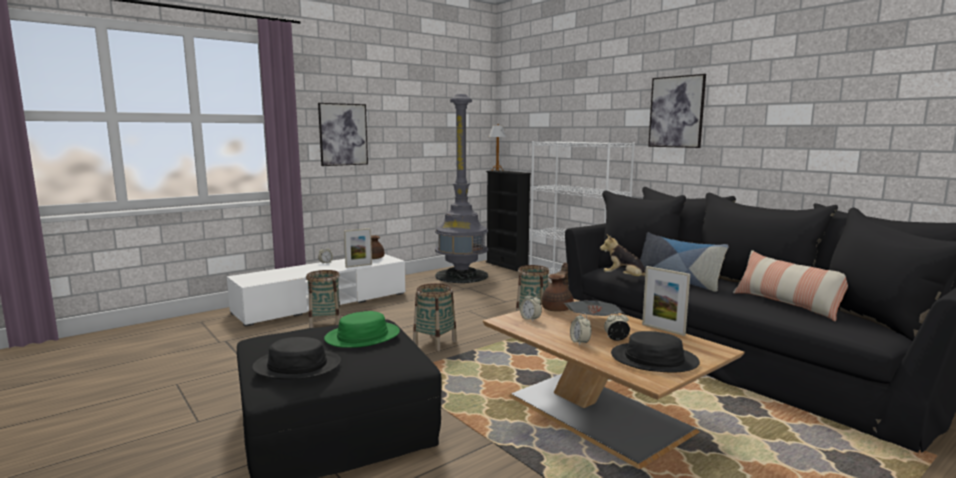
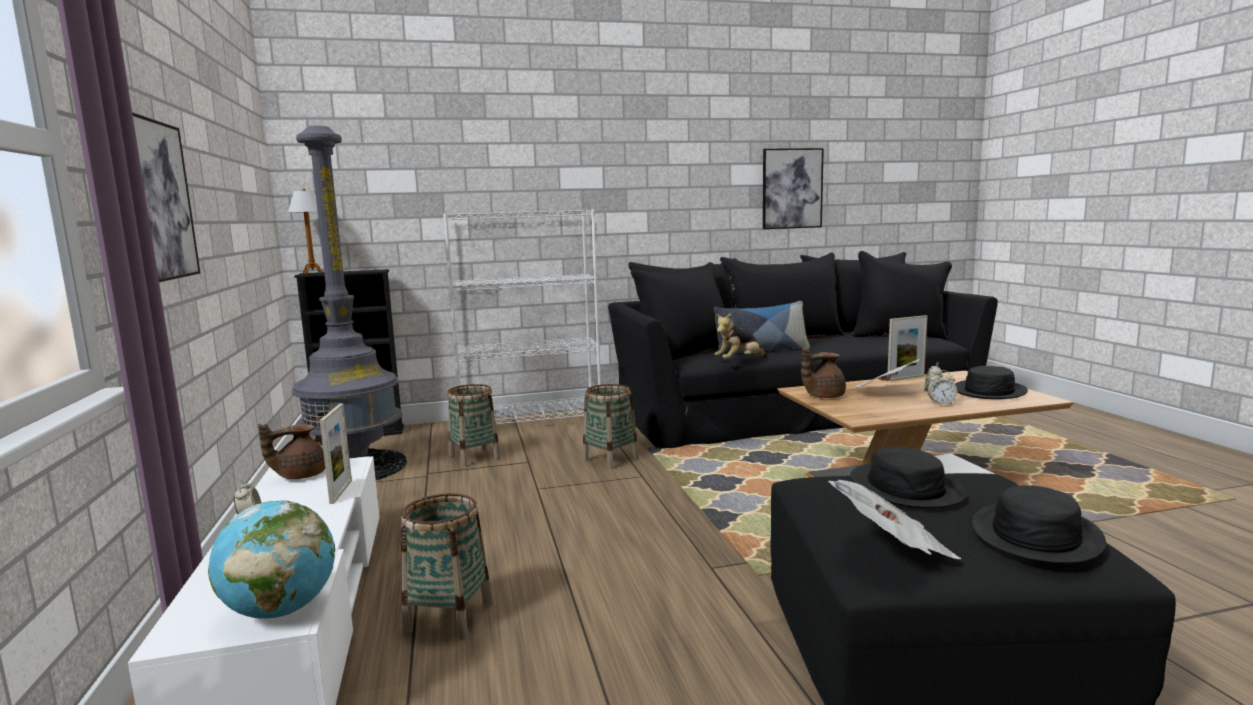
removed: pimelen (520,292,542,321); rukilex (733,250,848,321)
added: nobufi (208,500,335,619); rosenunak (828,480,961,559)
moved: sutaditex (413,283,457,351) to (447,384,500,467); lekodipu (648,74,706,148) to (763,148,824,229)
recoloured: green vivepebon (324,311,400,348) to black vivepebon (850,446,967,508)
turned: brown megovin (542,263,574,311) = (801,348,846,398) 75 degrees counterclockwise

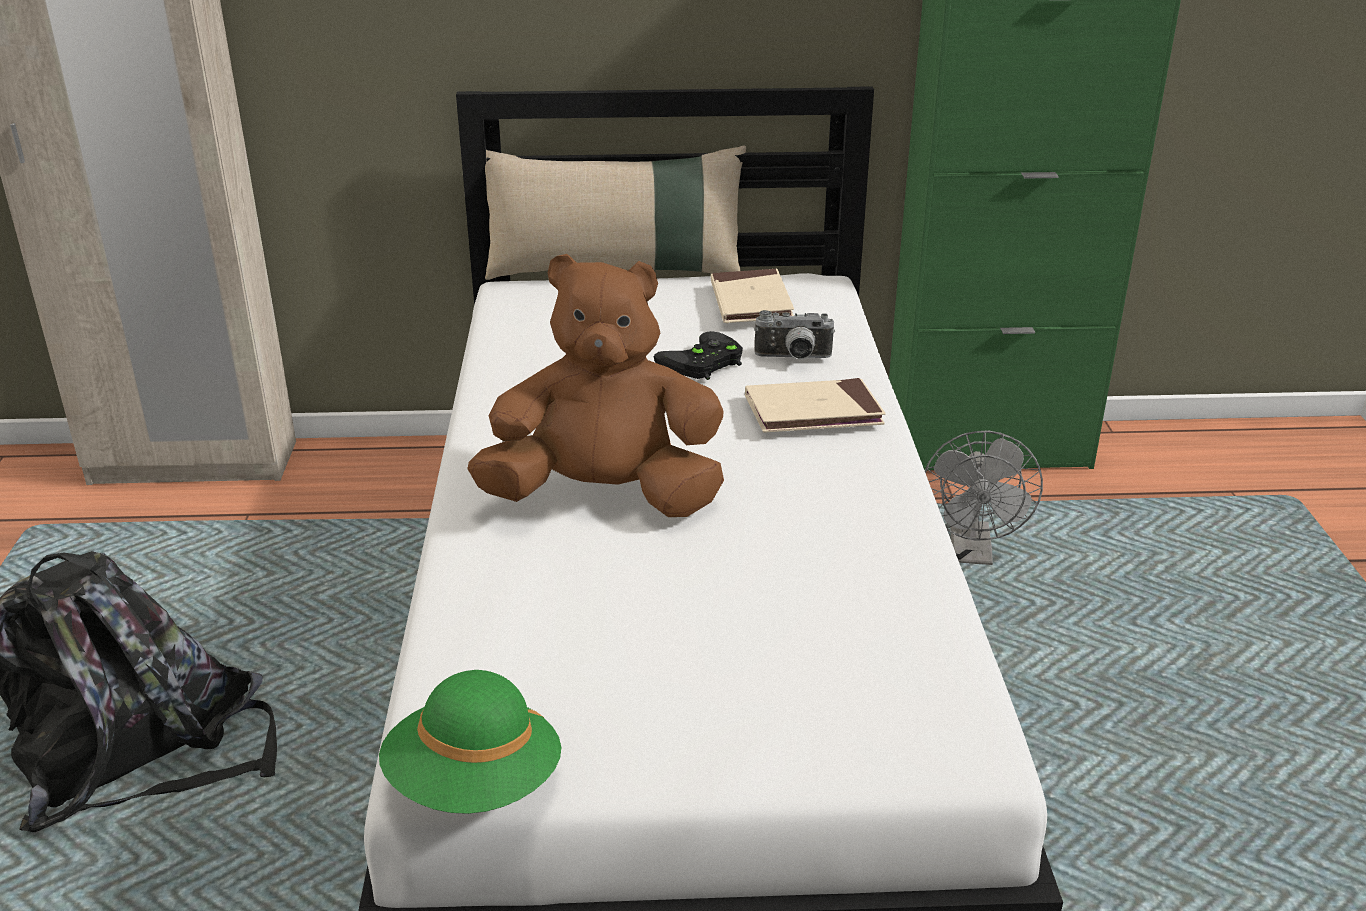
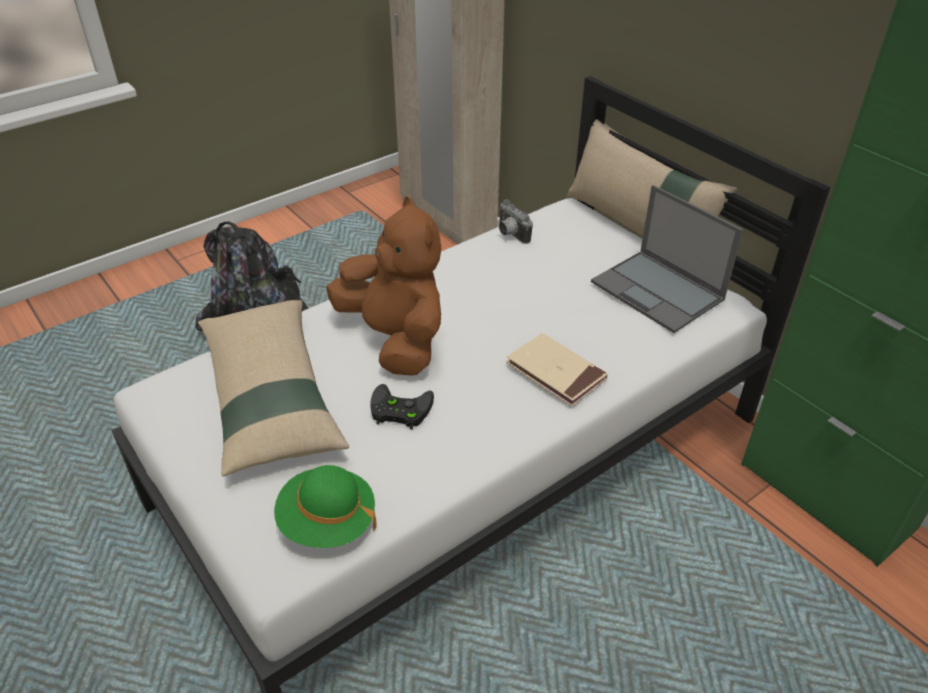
removed: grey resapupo (925,430,1043,565)
added: beige rukilex (198,300,349,477)
moved: green vivepebon (379,670,562,814) to (274,465,377,548); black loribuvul (654,331,743,380) to (370,384,434,430); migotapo (754,310,835,359) to (499,200,533,244)
replaced: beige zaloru (711,269,794,323) to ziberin (591,185,743,333)

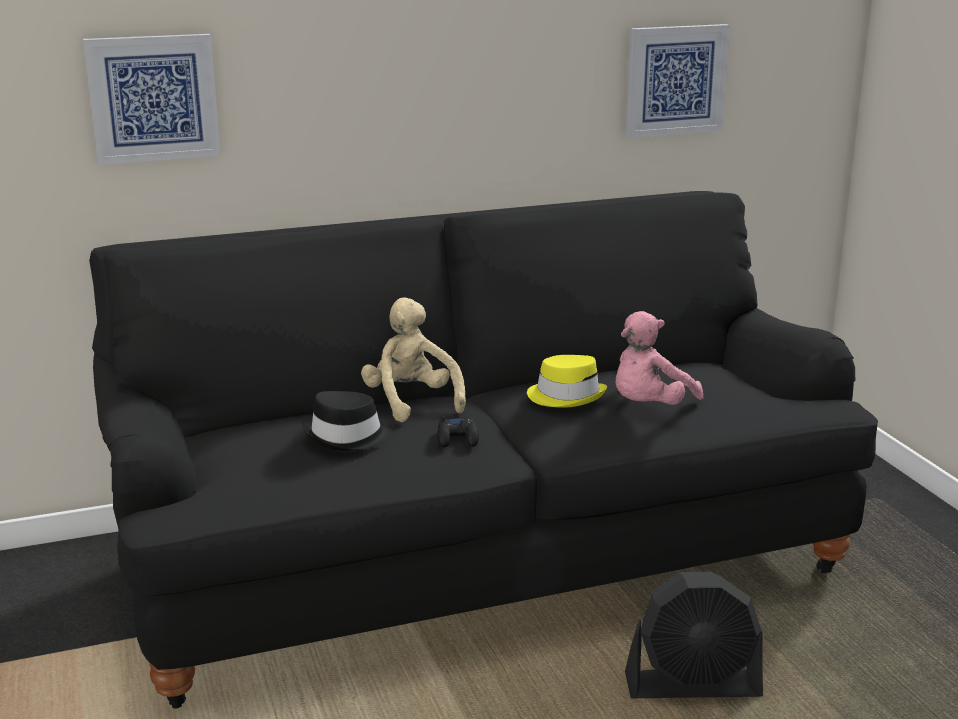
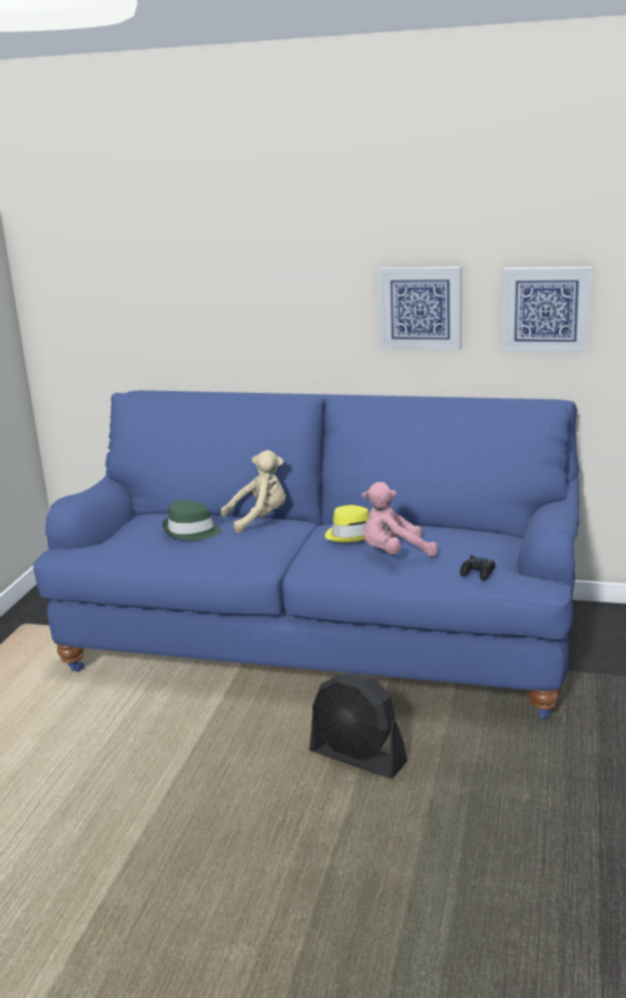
moved: lekodipu (83,34,221,165) to (378,267,462,350); black loribuvul (437,417,479,447) to (460,555,495,580)
recoloured: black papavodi (89,191,878,709) to blue papavodi (33,390,579,719); black vivepebon (302,391,392,451) to green vivepebon (162,500,221,541)
turned: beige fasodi (361,298,466,423) = (221,450,286,533) 60 degrees clockwise

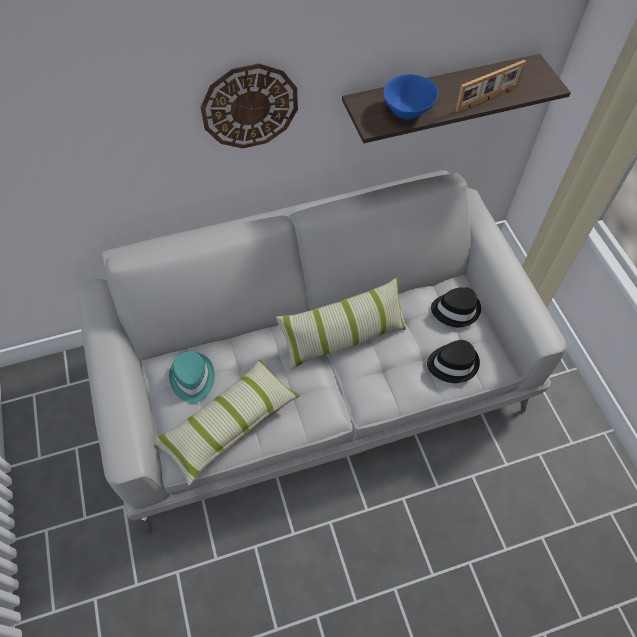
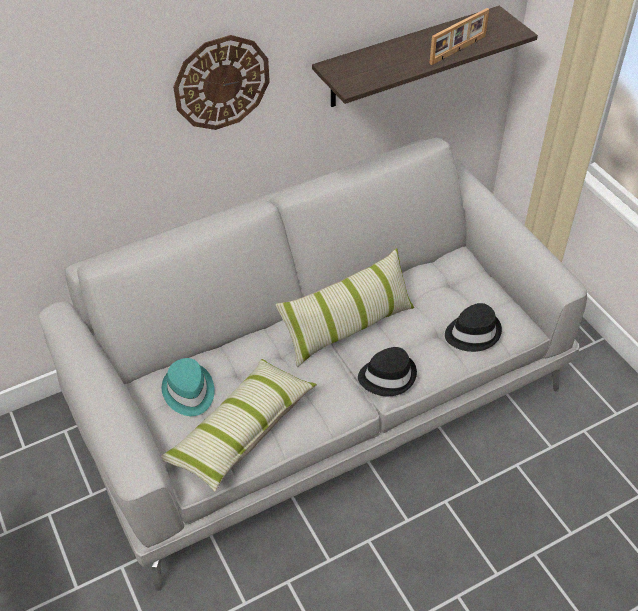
removed: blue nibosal (383,74,438,120)
moved: black vivepebon (431,287,481,327) to (358,347,417,396)

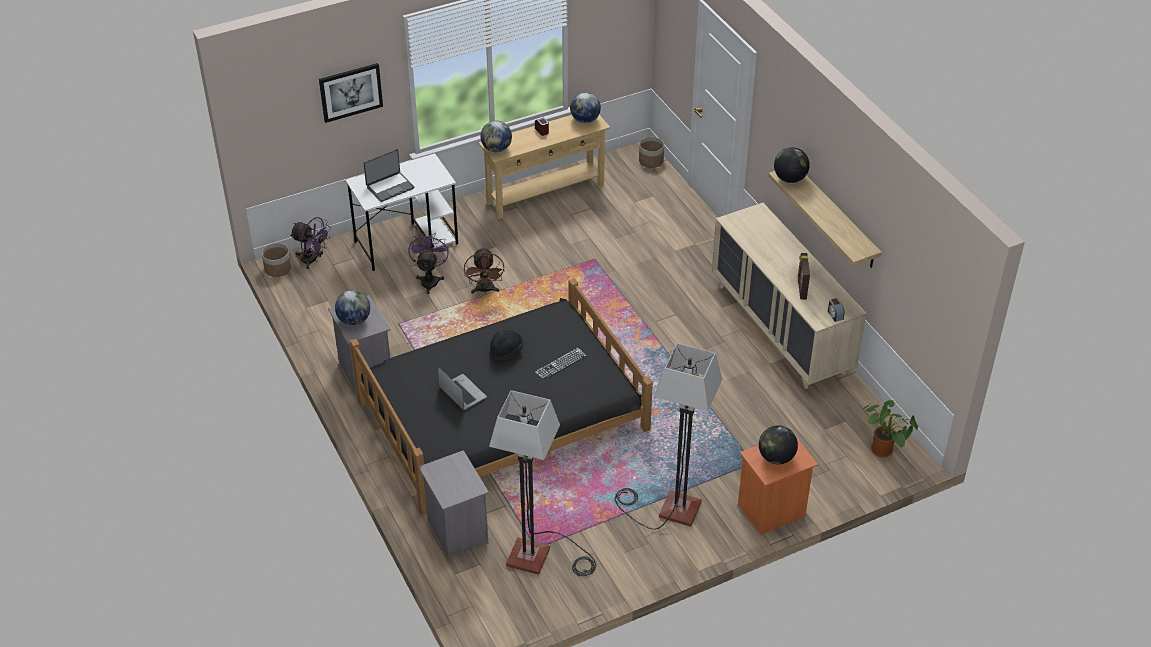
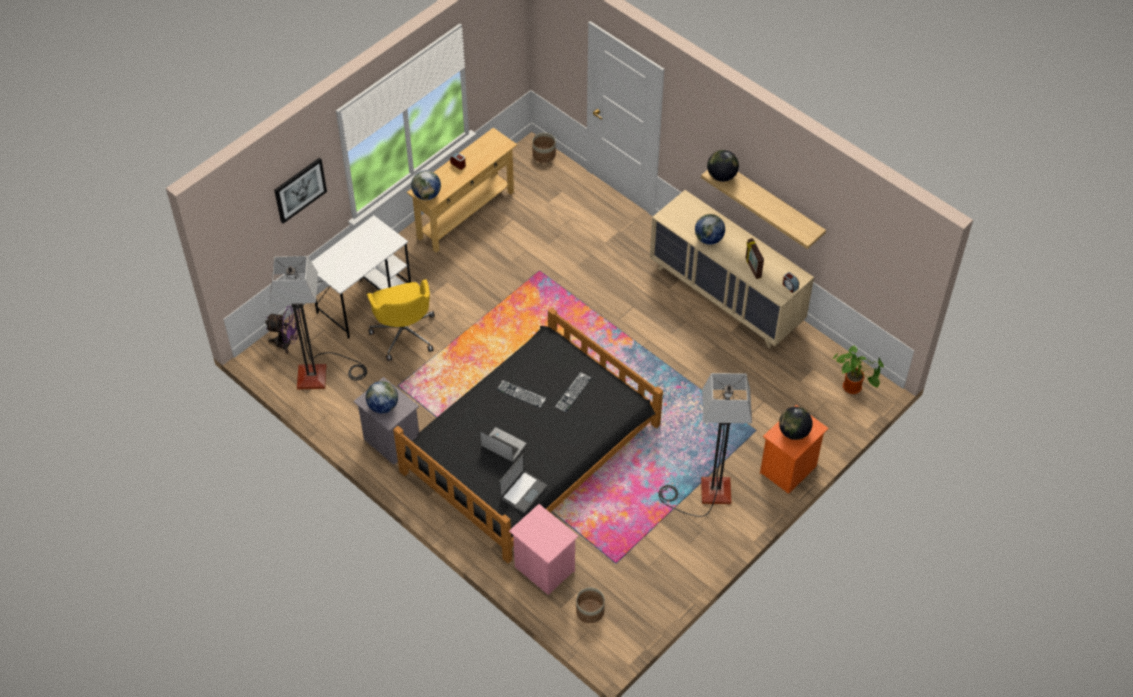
removed: brown resapupo (464,247,504,294)
moved: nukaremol (262,243,291,277) to (576,587,605,623); ziberin (363,149,415,202) to (499,455,547,513); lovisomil (489,390,596,576) to (270,256,367,389); nobufi (570,92,601,123) to (695,214,725,245)
replaced: purple resapupo (409,233,449,294) to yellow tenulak (367,279,435,361); black vivepebon (489,330,523,362) to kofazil (497,380,547,408)
recoloured: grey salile (419,450,489,558) to pink salile (509,504,578,595)

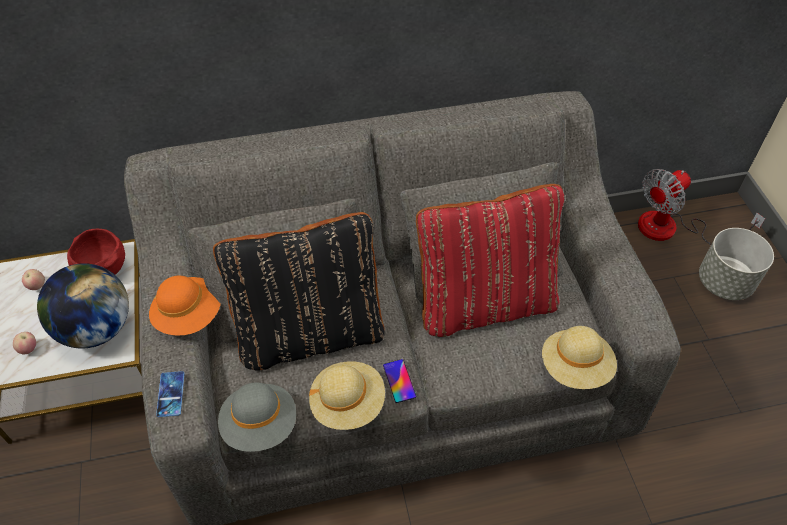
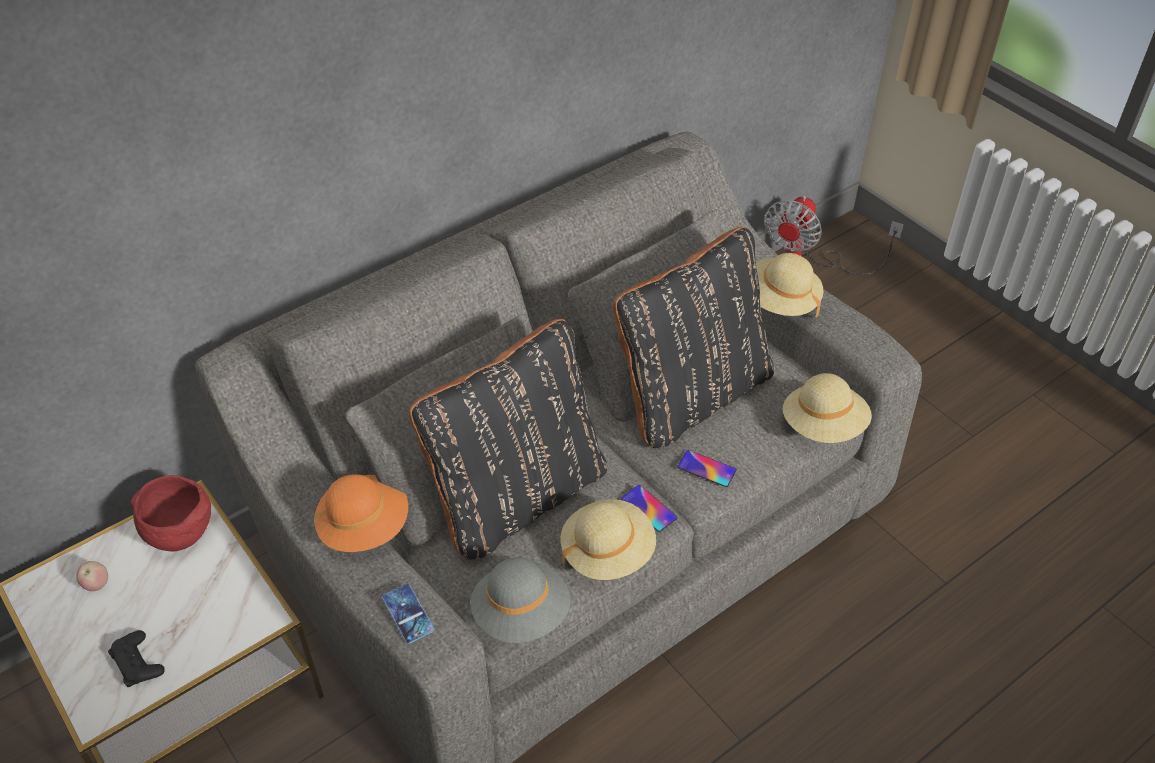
removed: nobufi (37,263,129,348); grey nukaremol (699,228,774,300)
added: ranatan (677,450,737,487); beige vivepebon (756,253,824,318)
replaced: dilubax (13,332,36,355) to black loribuvul (108,630,165,687)
recoloured: red rukilex (416,184,565,337) to black rukilex (613,226,774,448)

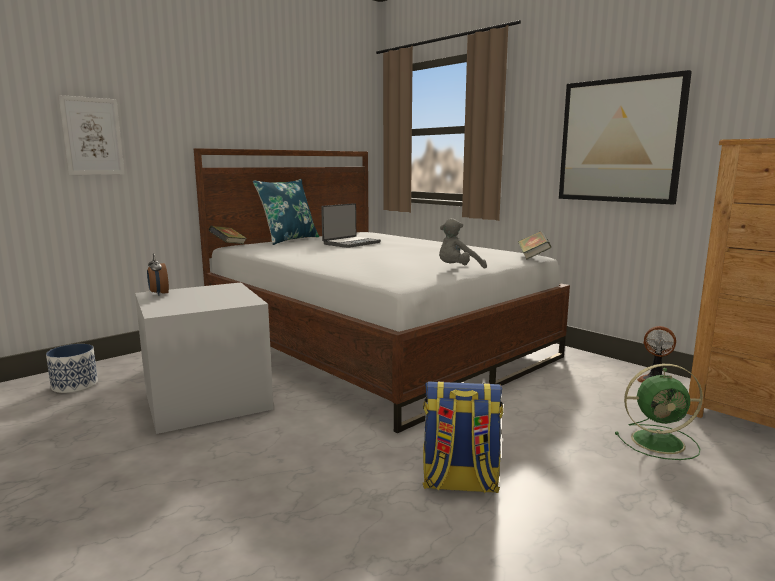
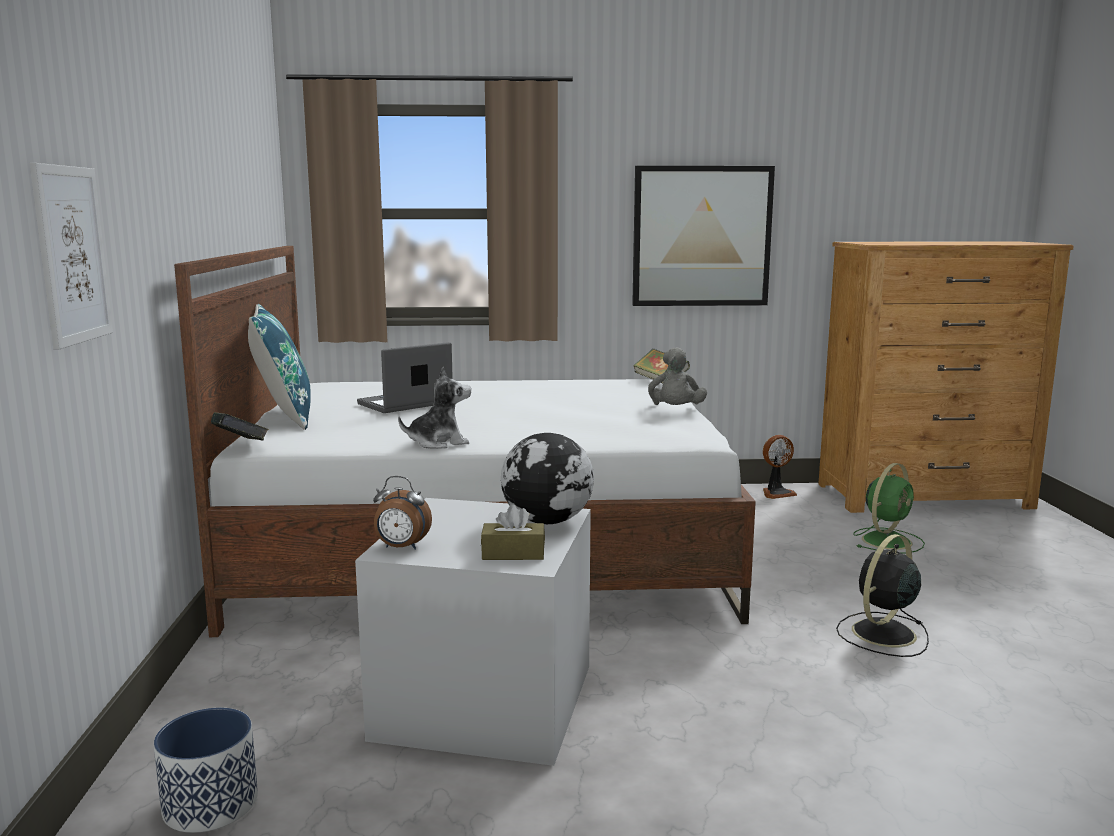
added: fasodi (398,367,471,449); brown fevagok (481,505,545,560); nobufi (501,433,594,524)
replaced: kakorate (423,381,504,493) to black resapupo (836,534,929,657)
turned: ziberin (321,203,381,248) = (357,342,453,413) 120 degrees counterclockwise

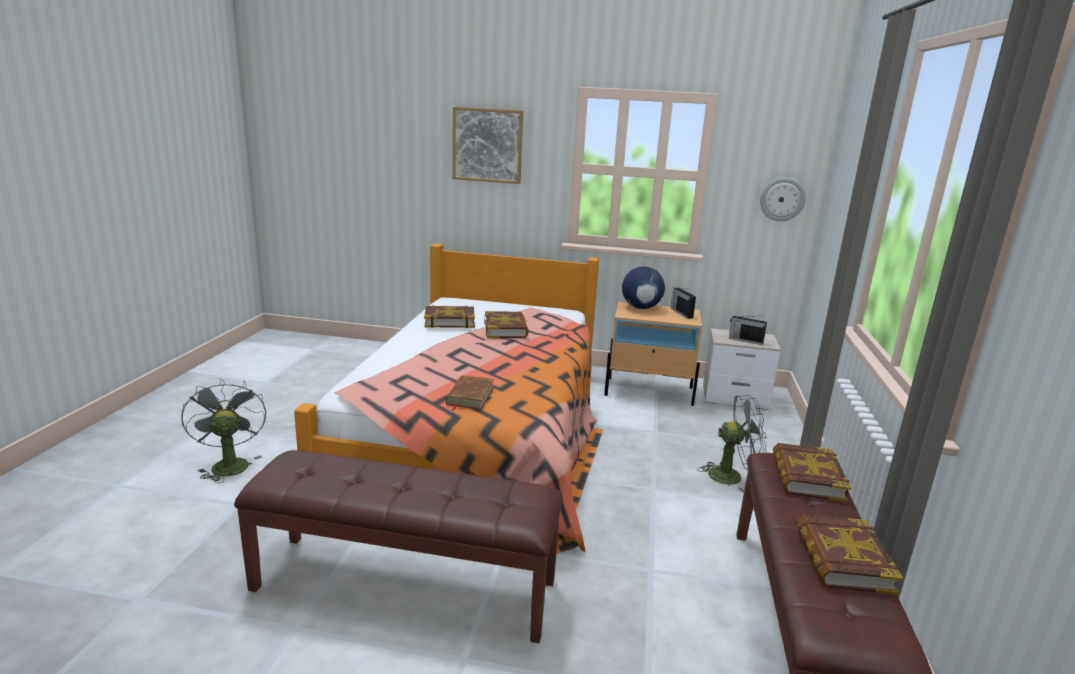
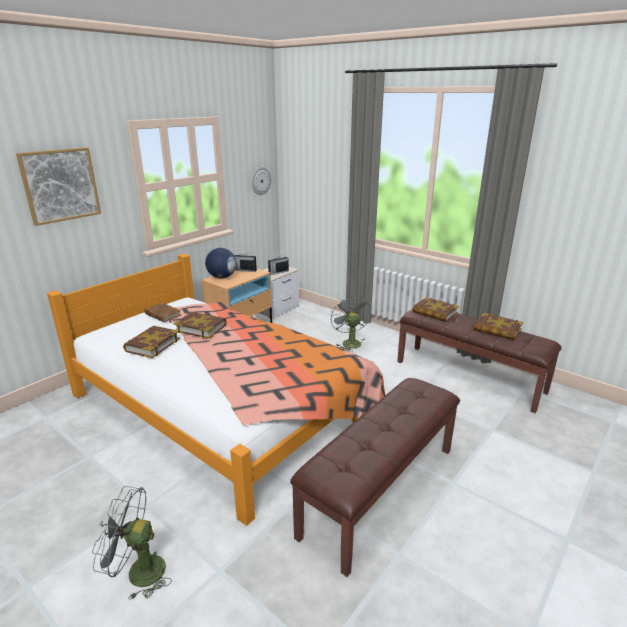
moved: brown zaloru (446,375,494,411) to (145,303,182,323)
turned: grey resapupo (697,395,767,493) = (330,295,371,352) 45 degrees counterclockwise

